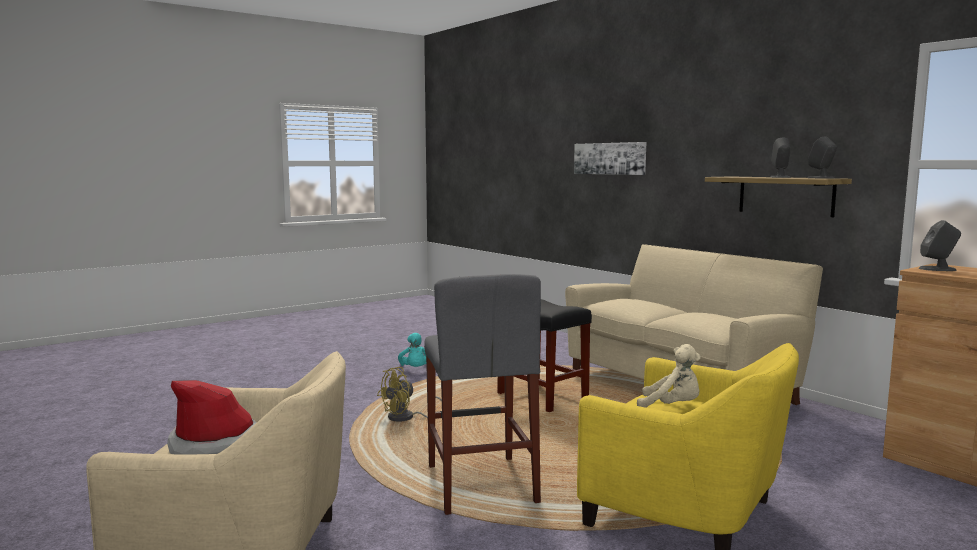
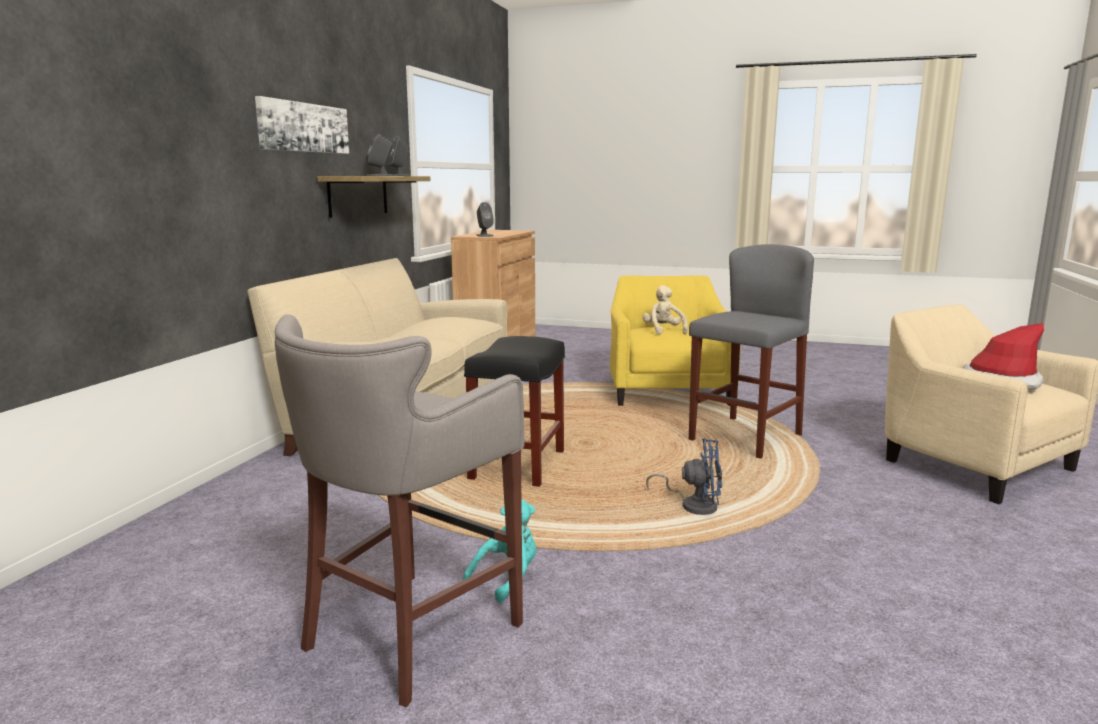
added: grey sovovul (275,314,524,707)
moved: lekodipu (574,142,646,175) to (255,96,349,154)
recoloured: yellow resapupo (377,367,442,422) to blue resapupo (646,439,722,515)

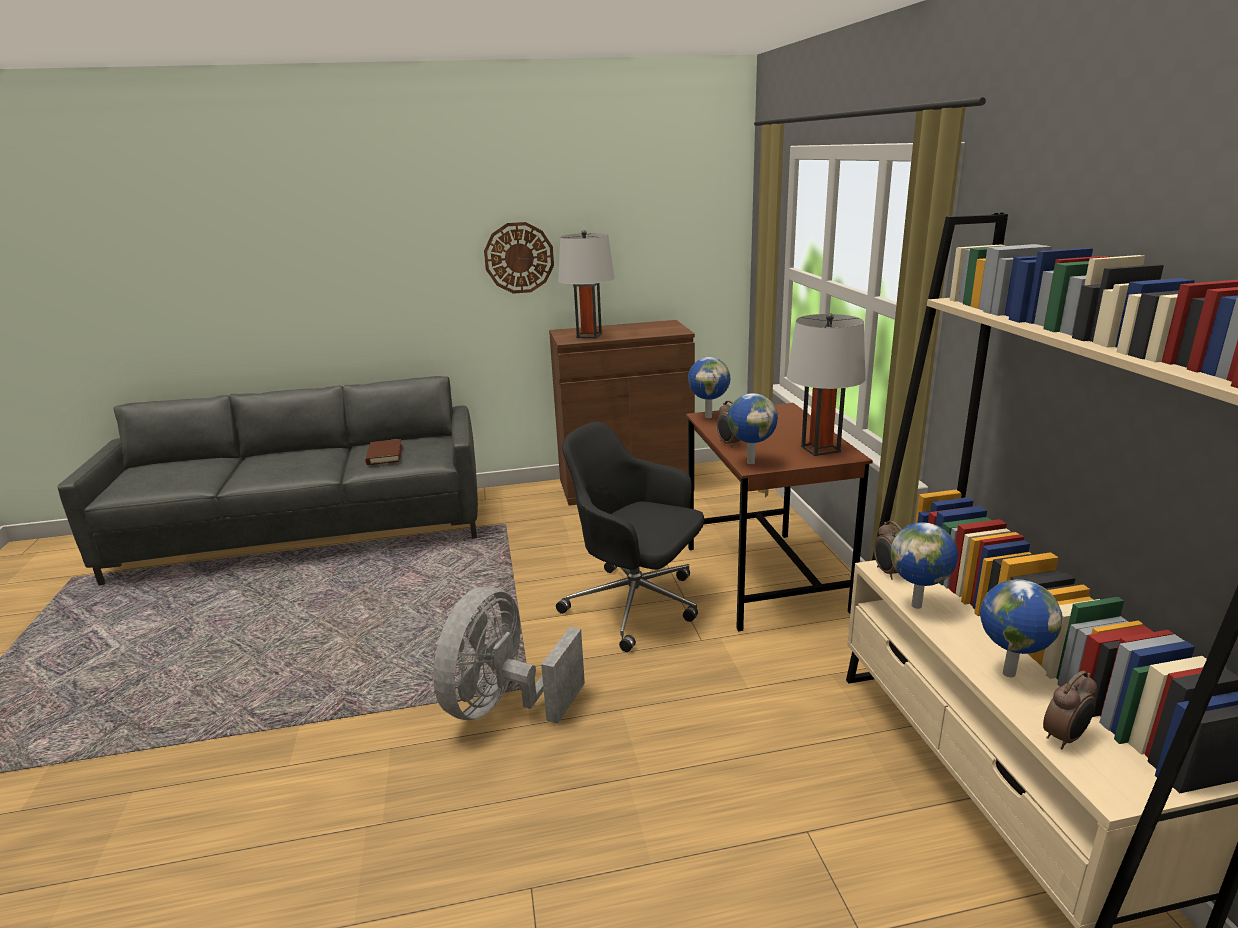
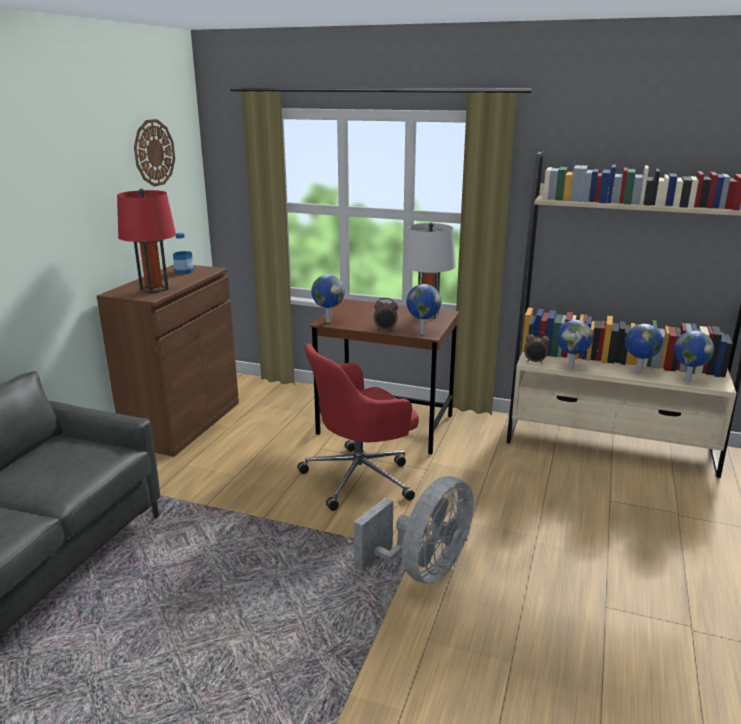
removed: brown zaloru (365,439,402,465)
added: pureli (173,233,194,274)
moved: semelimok (484,222,554,294) to (134,119,175,187)
replaced: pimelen (1043,671,1097,749) to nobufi (674,331,714,382)
recoloured: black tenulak (556,422,704,652) to red tenulak (297,343,419,511); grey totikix (558,230,615,338) to red totikix (117,188,176,294)
turned: grey resapupo (433,587,585,724) = (353,476,474,584) 105 degrees counterclockwise

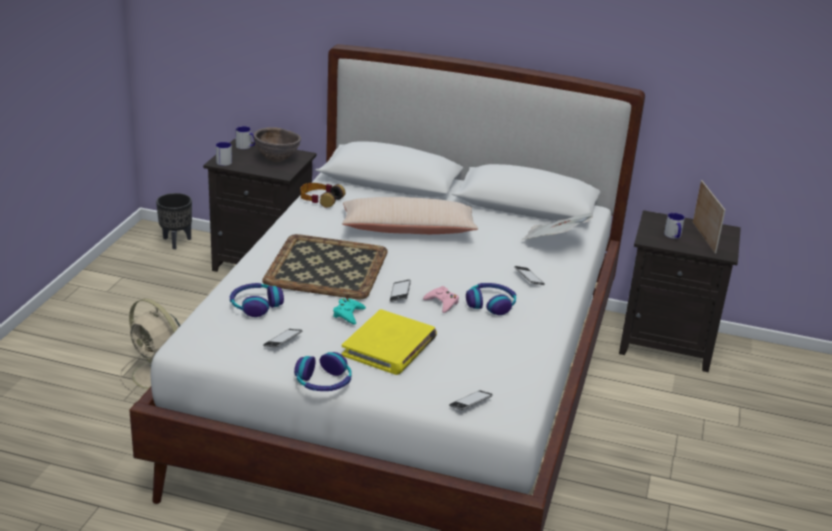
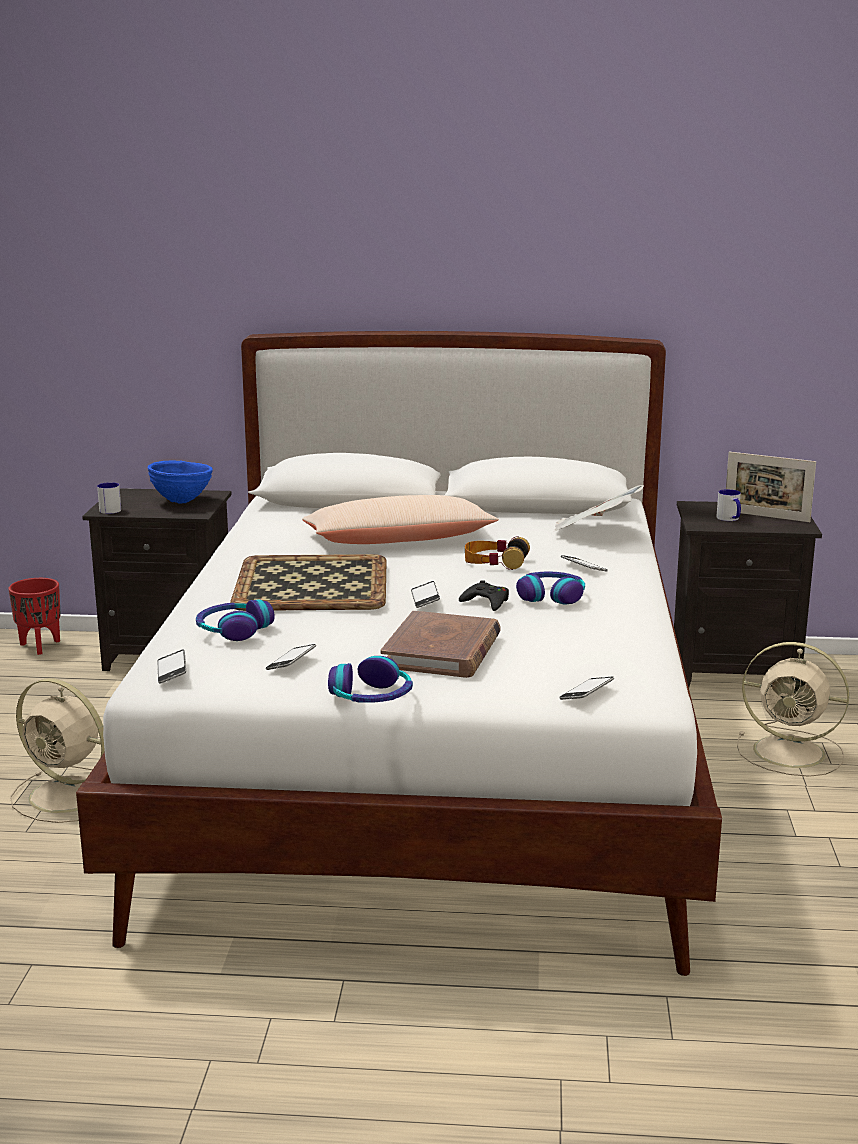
removed: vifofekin (236,126,255,149); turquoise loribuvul (333,298,366,324)
added: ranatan (157,649,186,684); beige resapupo (737,642,849,777)
moved: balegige (300,183,345,208) to (465,536,530,570)
recoloured: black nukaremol (156,193,192,249) to red nukaremol (9,578,61,655); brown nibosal (254,127,301,162) to blue nibosal (147,460,213,504); yellow zaloru (342,309,437,375) to brown zaloru (381,611,501,678); pink loribuvul (423,286,459,313) to black loribuvul (459,580,509,611)
turned: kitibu (693,180,726,254) = (726,452,816,522) 135 degrees clockwise

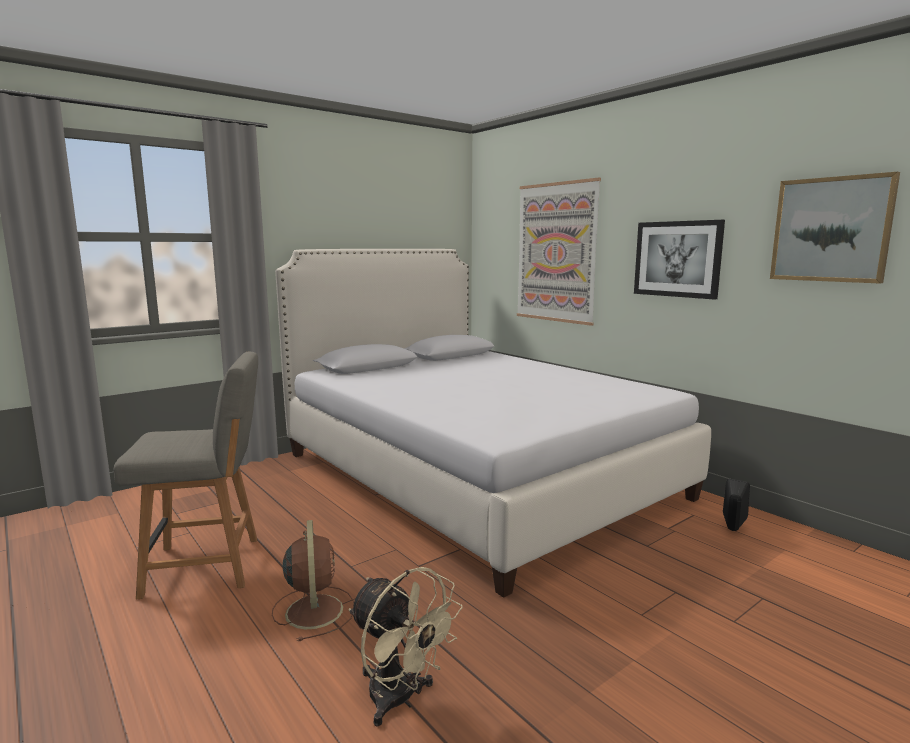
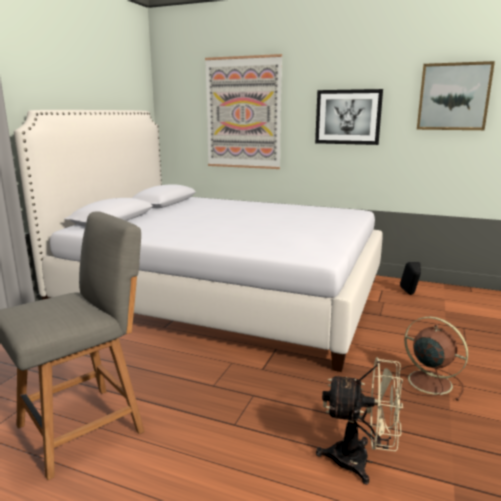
moved: brown resapupo (272,520,354,641) to (397,317,468,401)

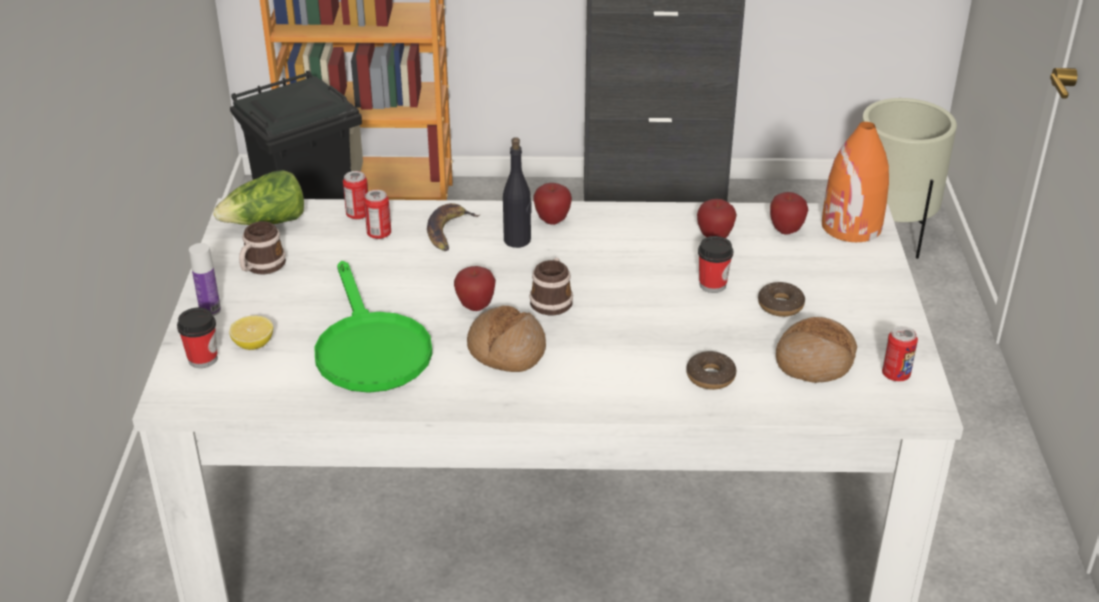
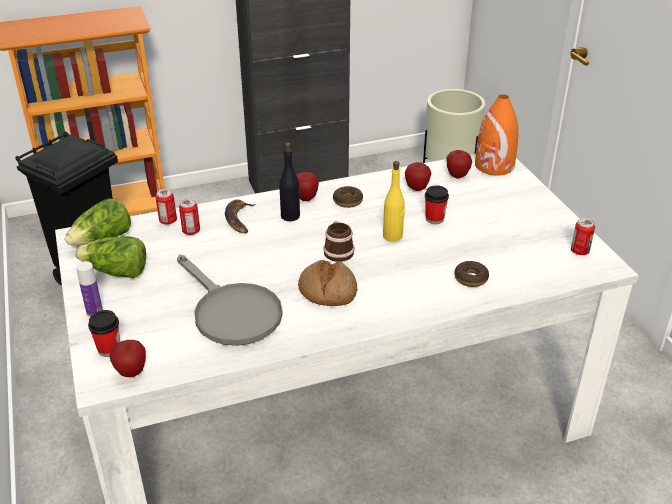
removed: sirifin (229,316,273,350); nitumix (776,317,857,383)
added: yellow pureli (383,161,405,242)
moved: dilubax (454,266,496,311) to (109,340,146,377); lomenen (758,282,805,317) to (333,186,363,208)
replaced: vifofekin (239,221,286,274) to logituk (75,236,146,278)
recoloured: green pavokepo (314,261,432,393) to grey pavokepo (177,255,283,346)

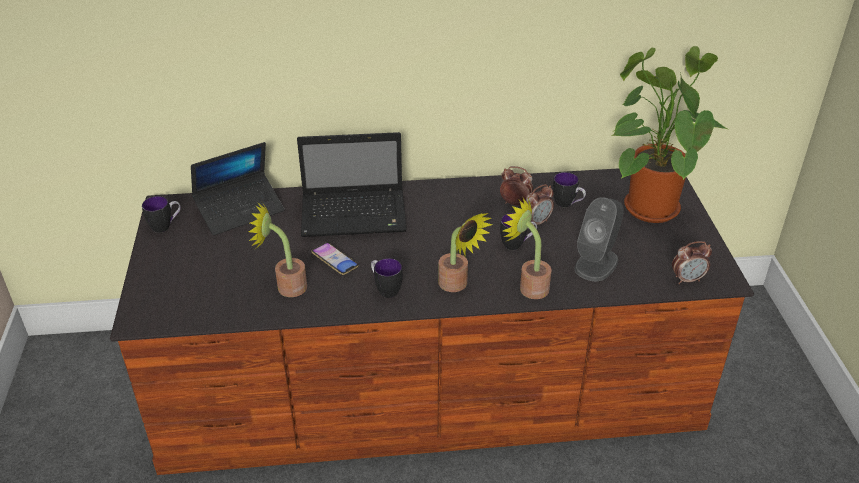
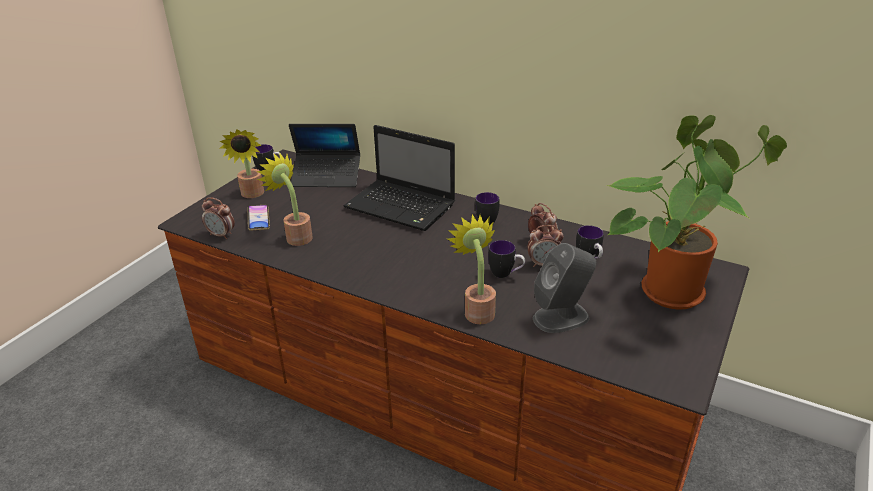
moved: ranatan (311,242,359,275) to (247,205,270,231); vifofekin (371,258,403,298) to (475,192,499,225); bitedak (438,213,492,292) to (219,129,264,198); pimelen (672,241,712,284) to (202,197,235,239)

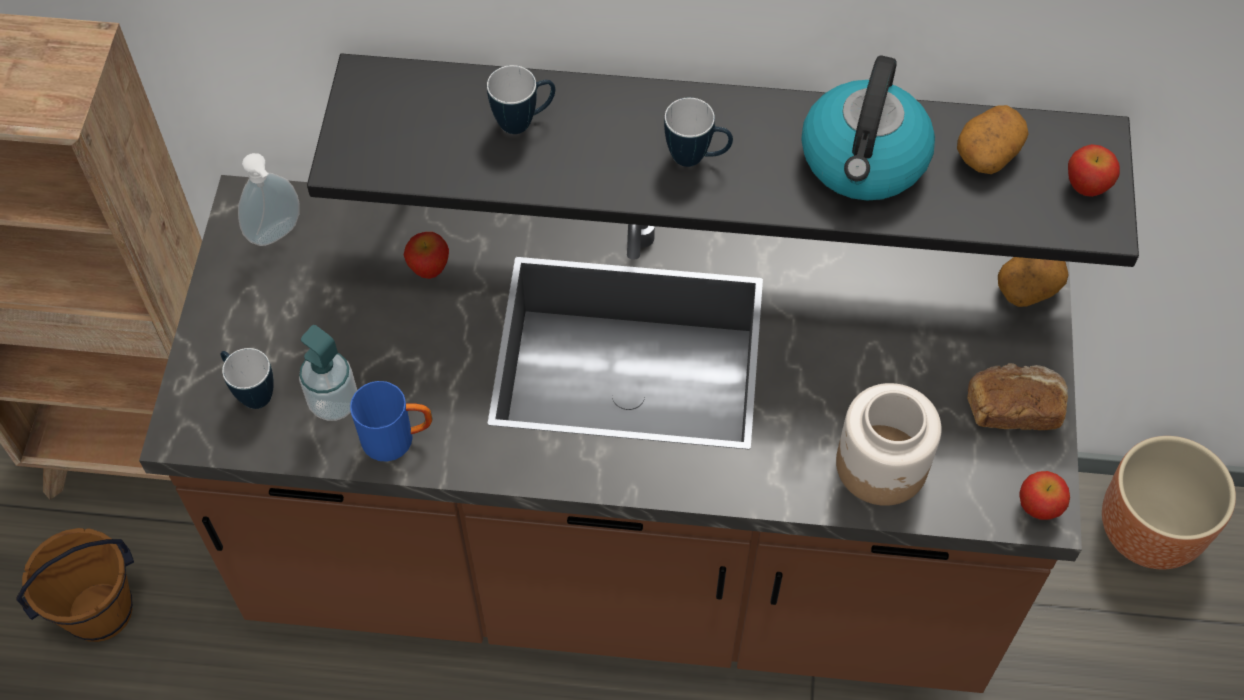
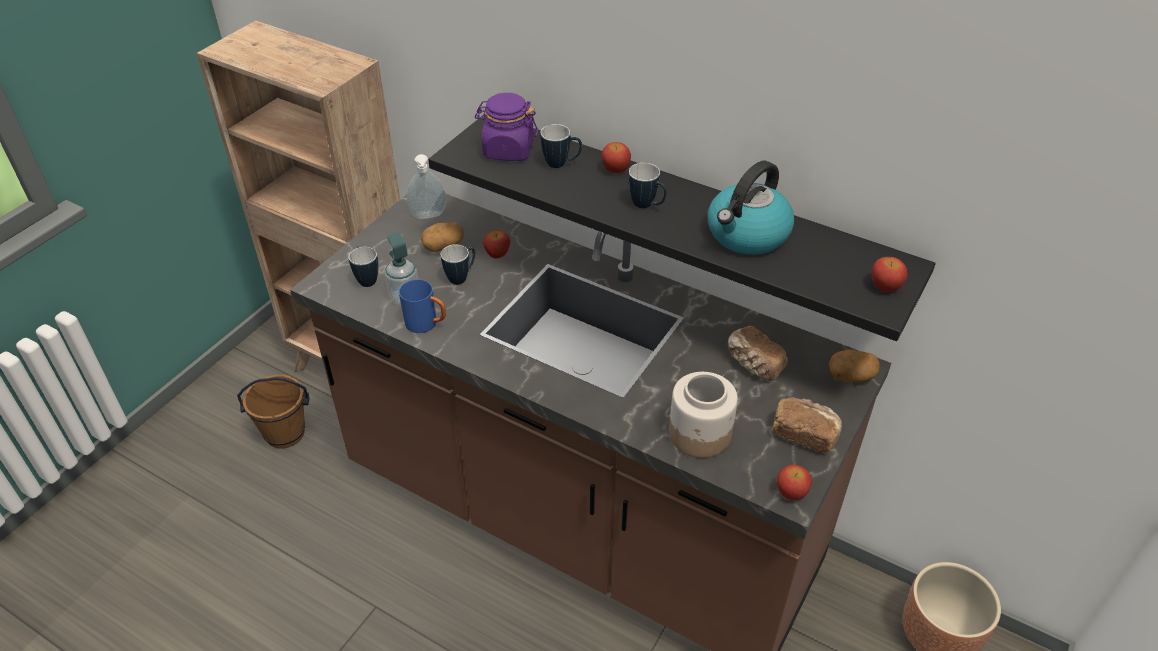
added: vifofekin (441,244,475,285); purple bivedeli (475,93,538,161); dilubax (601,142,631,173); nitumix (728,326,788,381)
moved: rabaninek (957,105,1029,174) to (421,222,463,252)

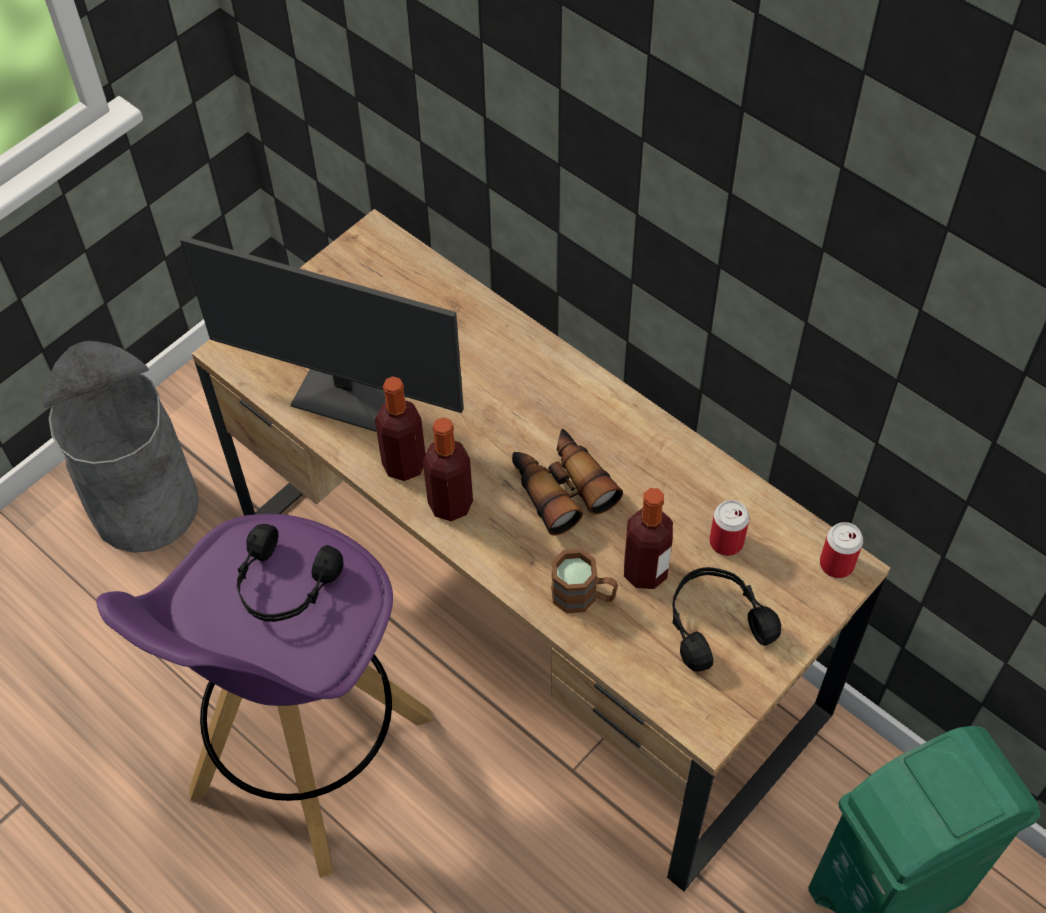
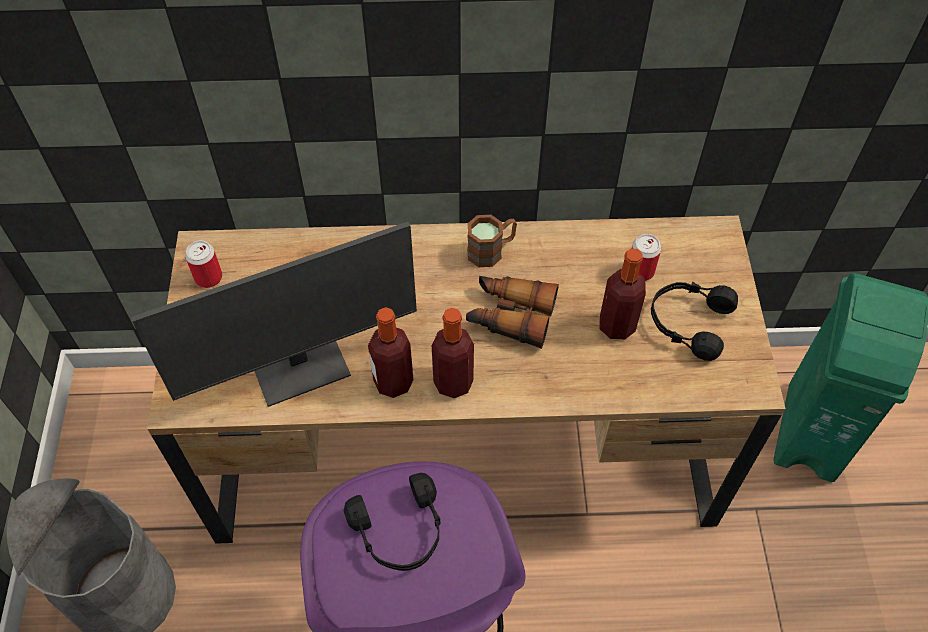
moved: brown vifofekin (551,549,618,613) to (467,215,517,267); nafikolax (820,522,863,578) to (185,240,222,288)

